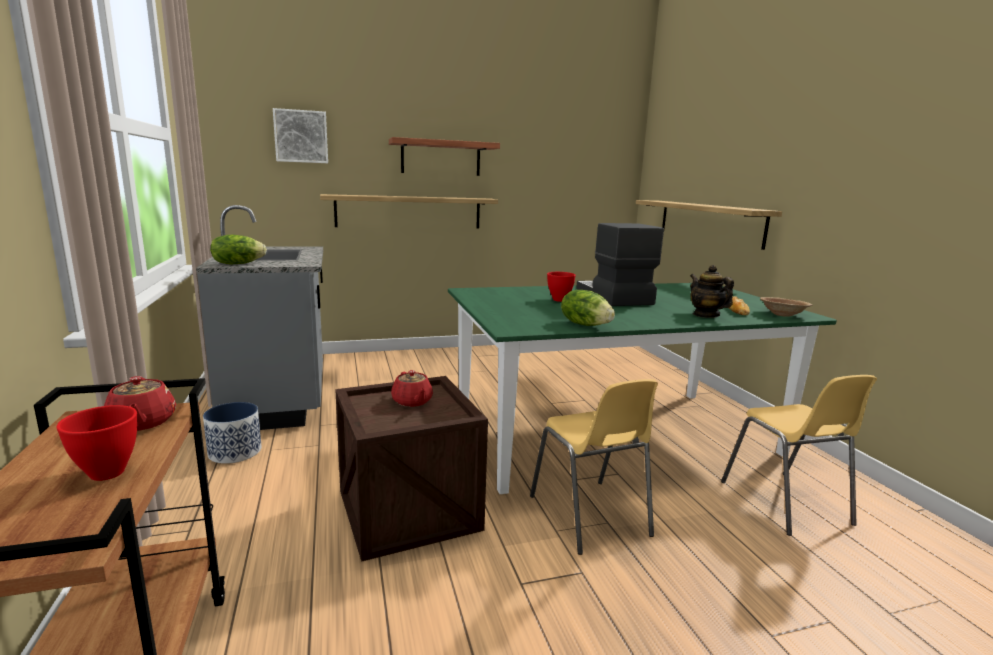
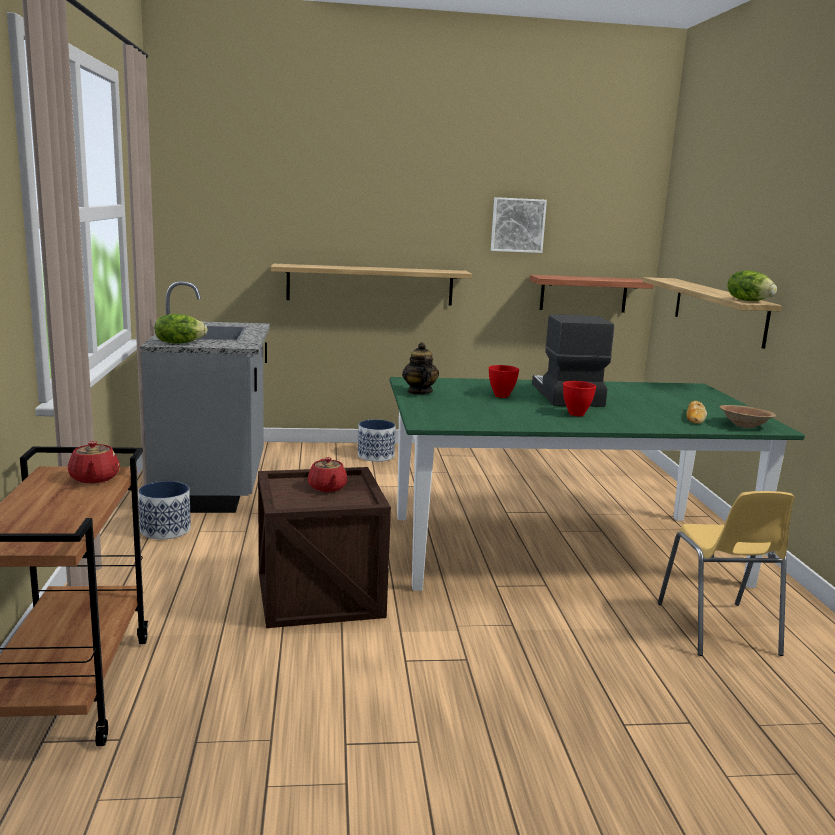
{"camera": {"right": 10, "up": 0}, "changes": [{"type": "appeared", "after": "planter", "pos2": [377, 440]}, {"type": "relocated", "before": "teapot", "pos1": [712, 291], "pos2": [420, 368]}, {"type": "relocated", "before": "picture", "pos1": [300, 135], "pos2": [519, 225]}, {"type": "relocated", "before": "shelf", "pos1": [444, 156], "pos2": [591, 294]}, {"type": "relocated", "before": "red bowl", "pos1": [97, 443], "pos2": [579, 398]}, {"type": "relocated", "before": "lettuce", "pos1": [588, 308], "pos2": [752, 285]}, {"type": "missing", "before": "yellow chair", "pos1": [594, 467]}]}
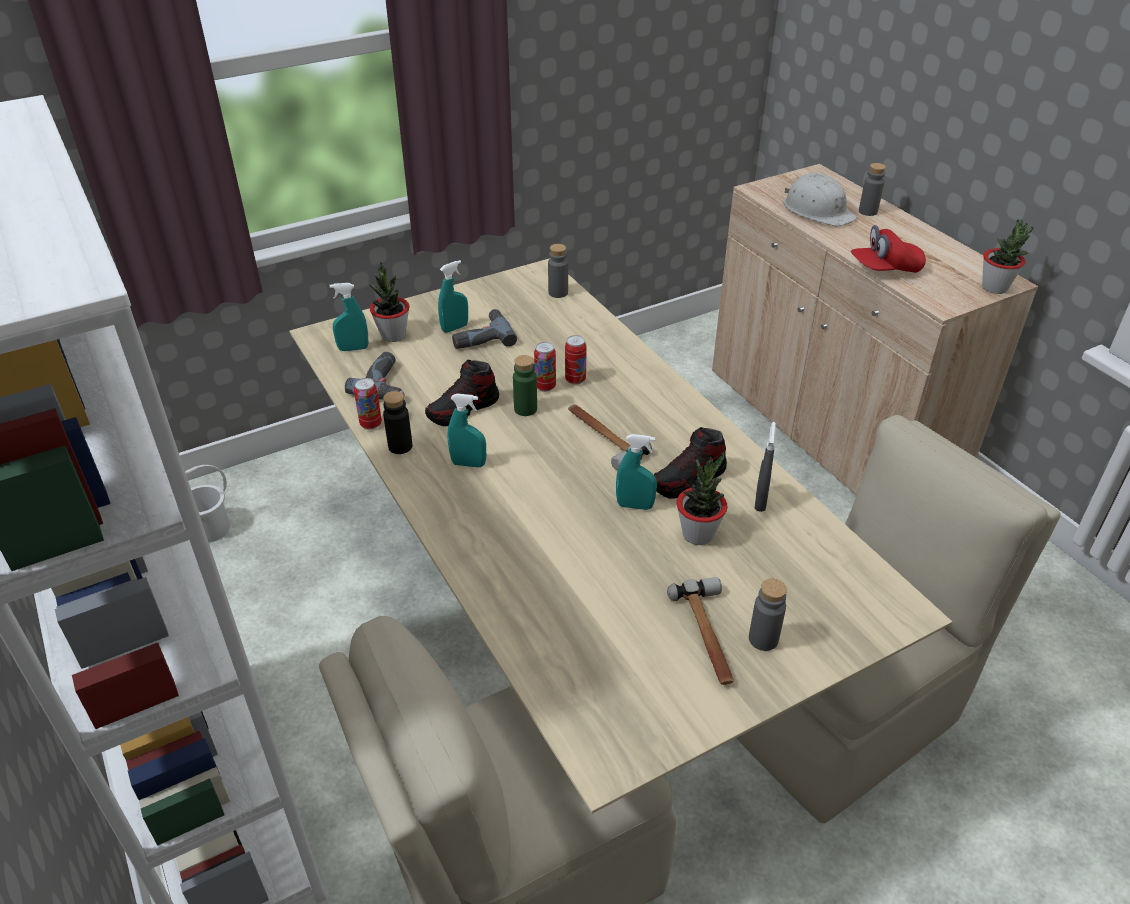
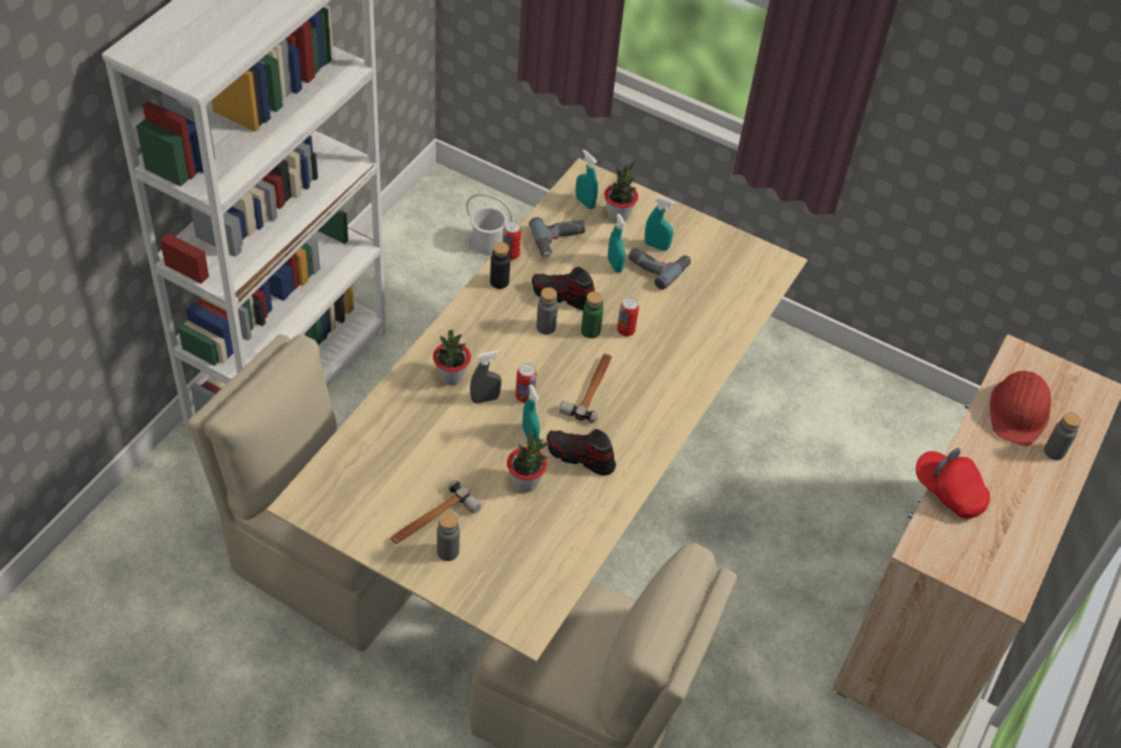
{"camera": {"right": 55, "up": 10}, "changes": [{"type": "relocated", "before": "potted plant", "pos1": [1007, 256], "pos2": [452, 358]}, {"type": "relocated", "before": "grey spray bottle", "pos1": [765, 467], "pos2": [486, 377]}, {"type": "relocated", "before": "can", "pos1": [576, 360], "pos2": [526, 383]}, {"type": "relocated", "before": "grey bottle", "pos1": [558, 271], "pos2": [547, 311]}, {"type": "relocated", "before": "turquoise spray bottle", "pos1": [466, 431], "pos2": [617, 243]}, {"type": "colour", "before": "white hard hat", "after": "red hard hat", "pos1": [820, 199], "pos2": [1020, 408]}]}
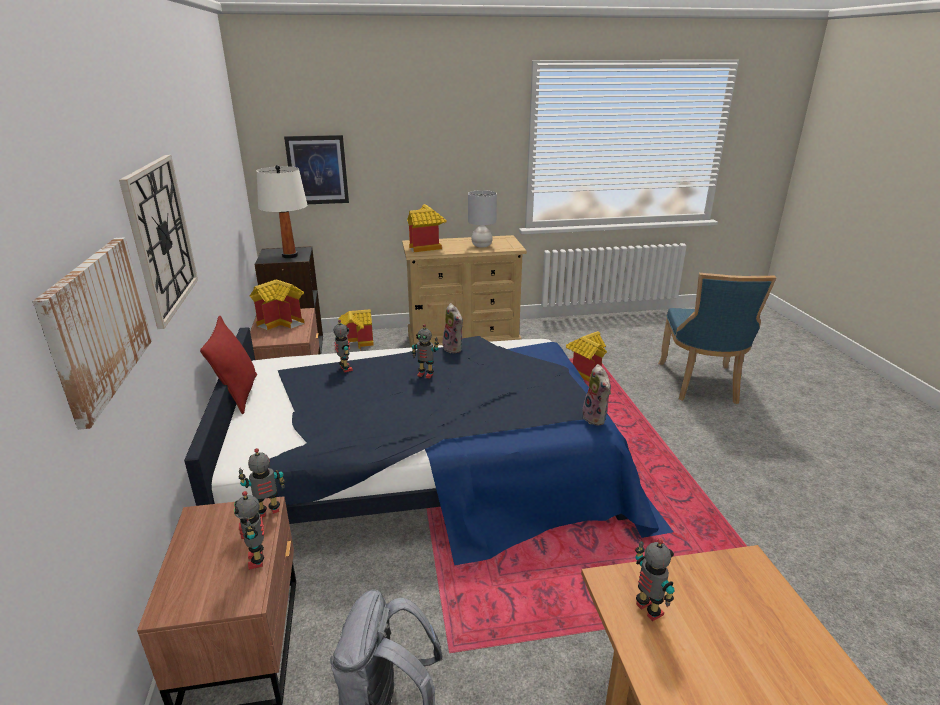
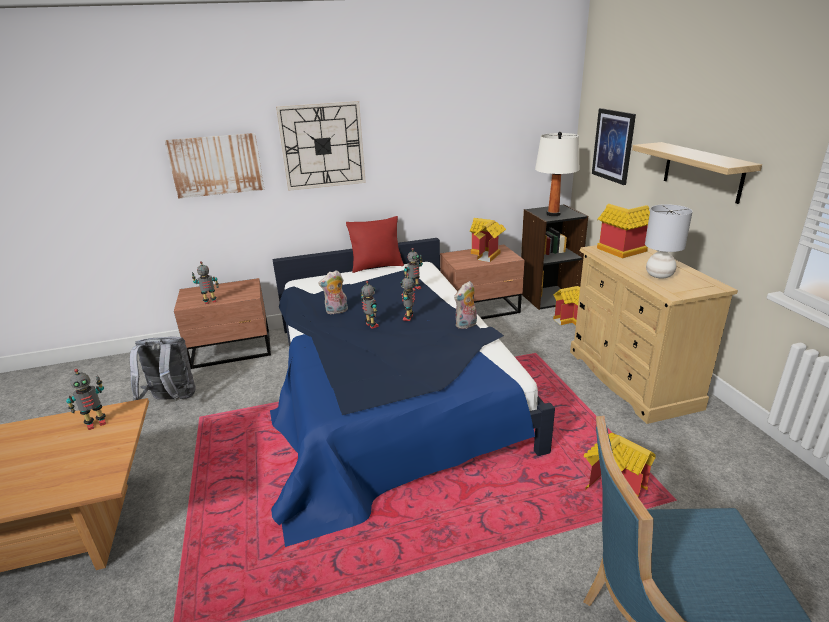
{"camera": {"right": 85, "up": 0}, "changes": [{"type": "relocated", "before": "plush toy", "pos1": [596, 394], "pos2": [333, 292]}, {"type": "relocated", "before": "toy robot", "pos1": [262, 482], "pos2": [369, 305]}, {"type": "appeared", "after": "shelf", "pos2": [697, 173]}]}
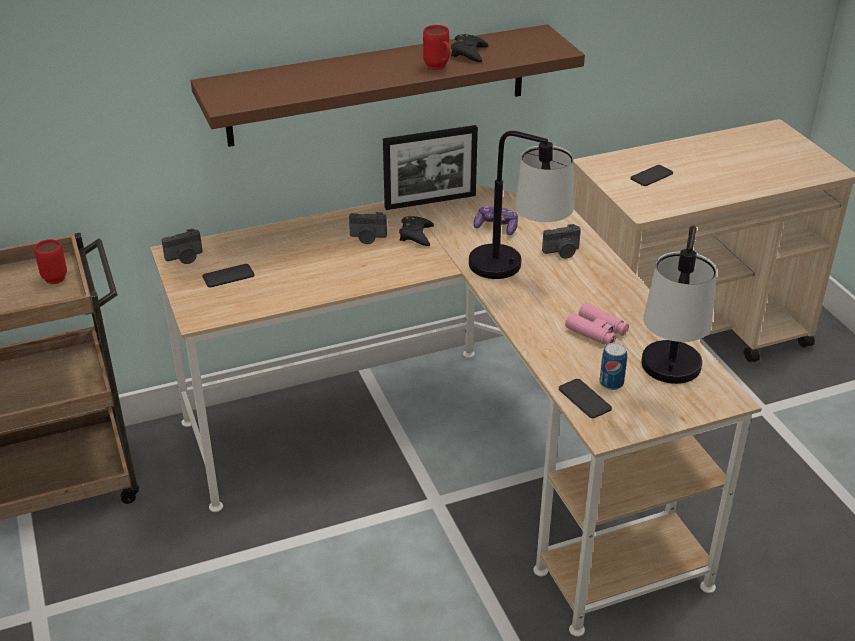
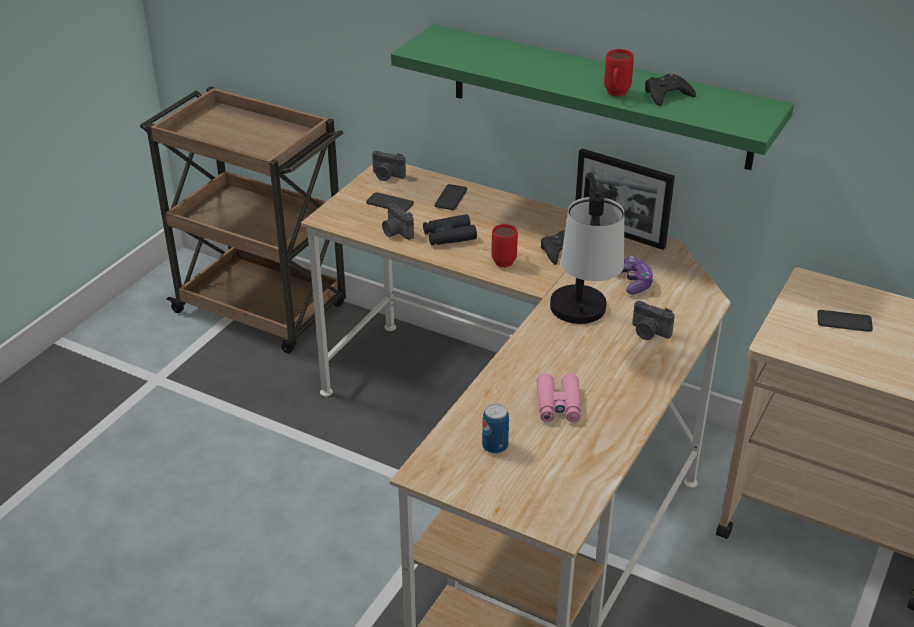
{"camera": {"right": 50, "up": 0}, "changes": [{"type": "relocated", "before": "photo camera", "pos1": [368, 228], "pos2": [398, 221]}, {"type": "colour", "before": "brown shelf", "after": "green shelf", "pos1": [388, 85], "pos2": [592, 97]}, {"type": "appeared", "after": "black binoculars", "pos2": [450, 229]}, {"type": "relocated", "before": "phone", "pos1": [585, 398], "pos2": [451, 197]}, {"type": "relocated", "before": "red mug", "pos1": [50, 261], "pos2": [504, 245]}, {"type": "missing", "before": "table lamp", "pos1": [679, 305]}]}
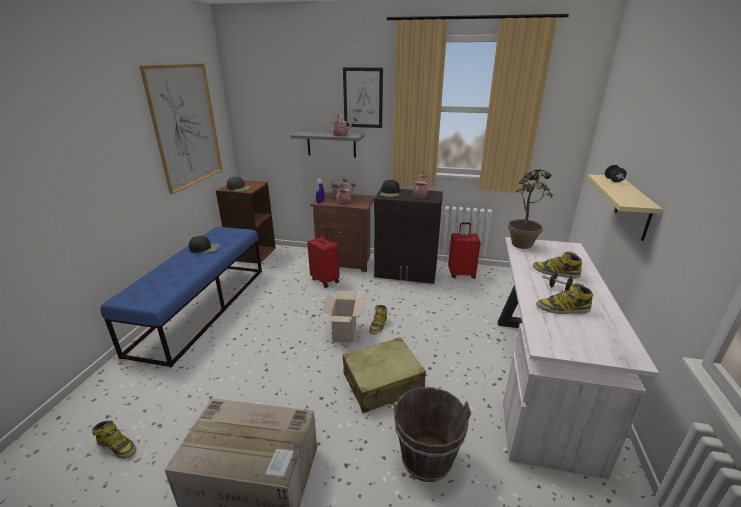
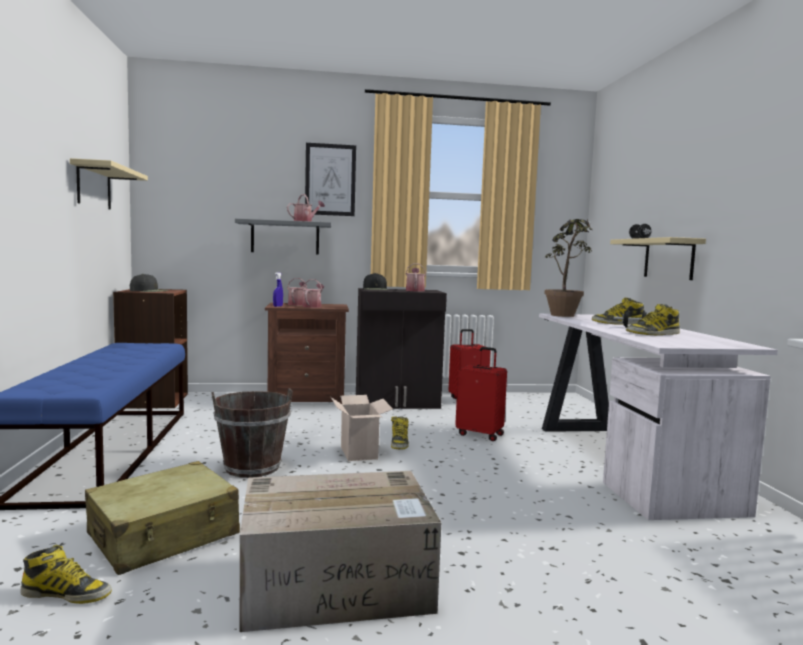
{"camera": {"right": -20, "up": -20}, "changes": [{"type": "exchanged", "before": "picture", "after": "beige shelf", "pos1": [181, 128], "pos2": [109, 184]}, {"type": "relocated", "before": "beige suitcase", "pos1": [384, 375], "pos2": [162, 518]}, {"type": "relocated", "before": "brown bucket", "pos1": [432, 434], "pos2": [252, 433]}, {"type": "relocated", "before": "red suitcase", "pos1": [323, 257], "pos2": [481, 394]}, {"type": "missing", "before": "black cap", "pos1": [204, 244]}]}
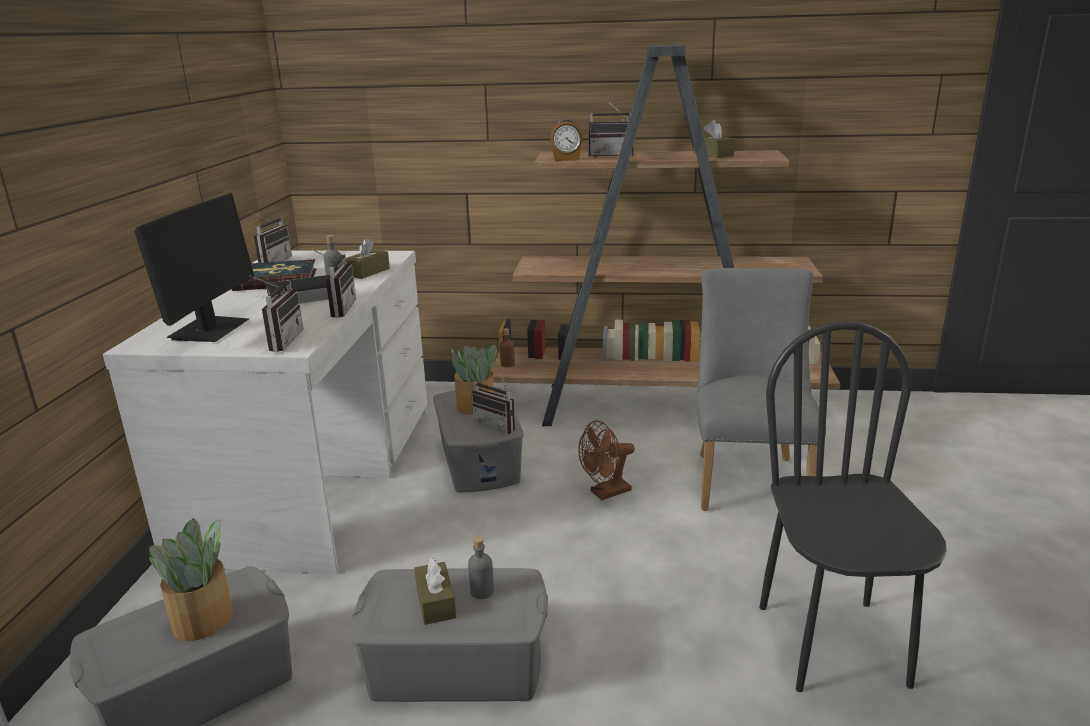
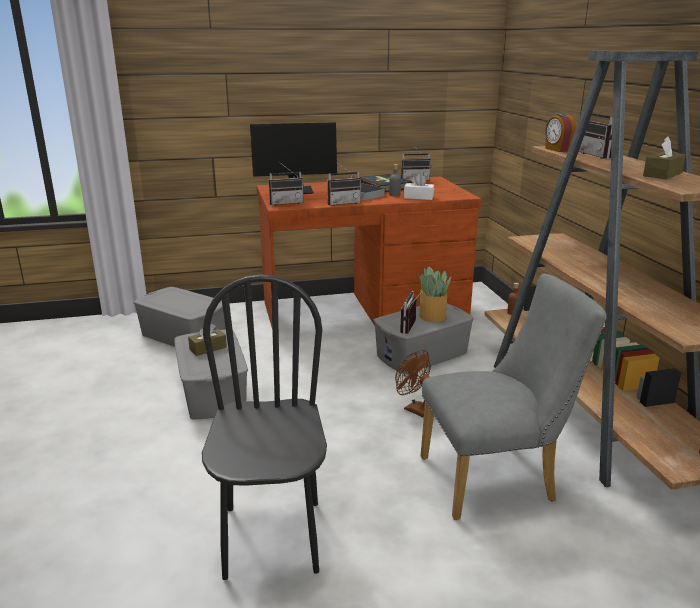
{"camera": {"right": 70, "up": 0}, "changes": [{"type": "spun", "before": "black chair", "pos1": [853, 506], "pos2": [264, 427], "turn": -75}, {"type": "colour", "before": "white desk", "after": "brown desk", "pos1": [265, 412], "pos2": [368, 252]}, {"type": "colour", "before": "brown tissue box", "after": "white tissue box", "pos1": [368, 258], "pos2": [419, 187]}, {"type": "missing", "before": "potted plant", "pos1": [191, 579]}, {"type": "missing", "before": "grey bottle", "pos1": [481, 567]}]}
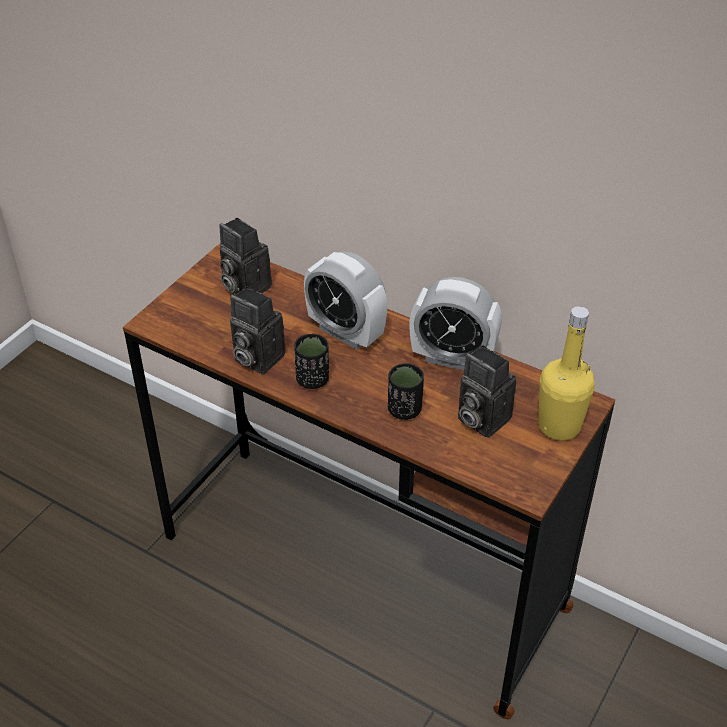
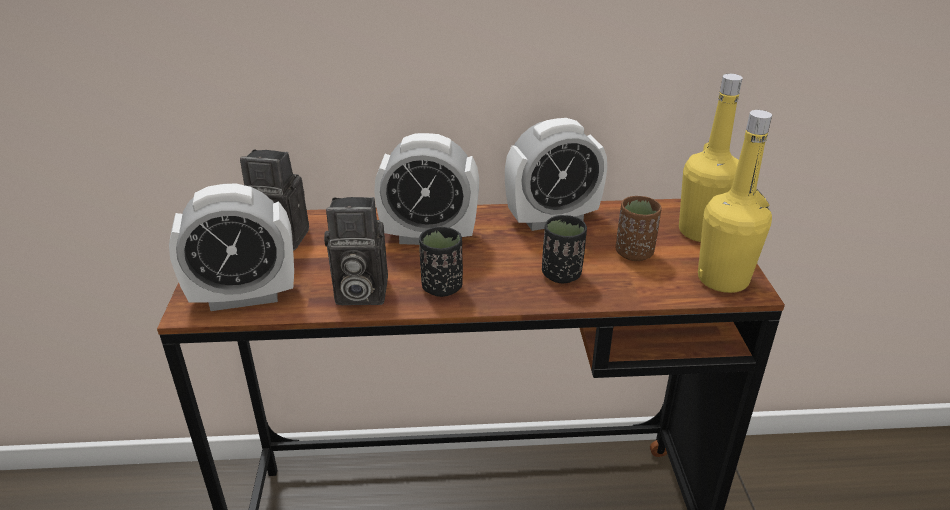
{"camera": {"right": -35, "up": -10}, "changes": [{"type": "appeared", "after": "alarm clock", "pos2": [231, 247]}, {"type": "exchanged", "before": "photo camera", "after": "brown cup", "pos1": [487, 391], "pos2": [639, 228]}, {"type": "appeared", "after": "yellow bottle", "pos2": [735, 201]}]}
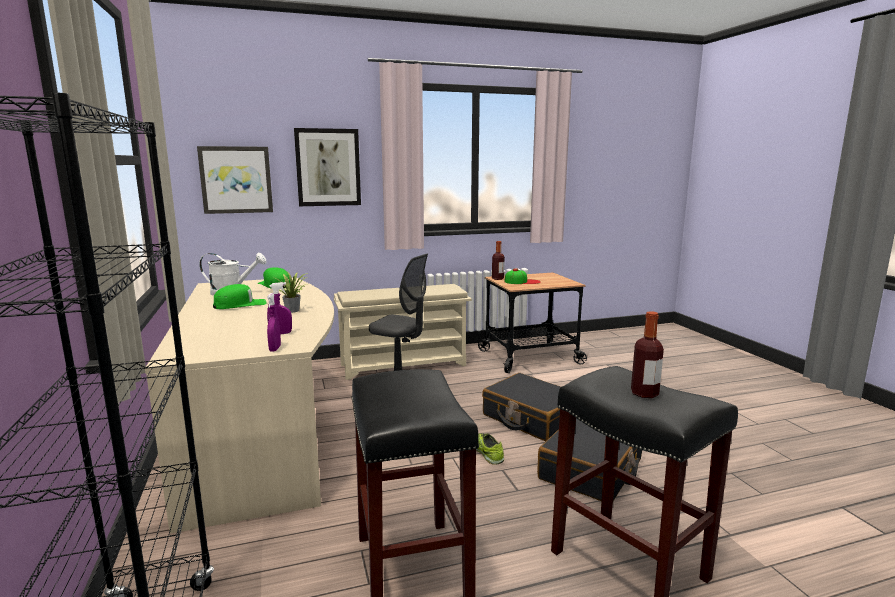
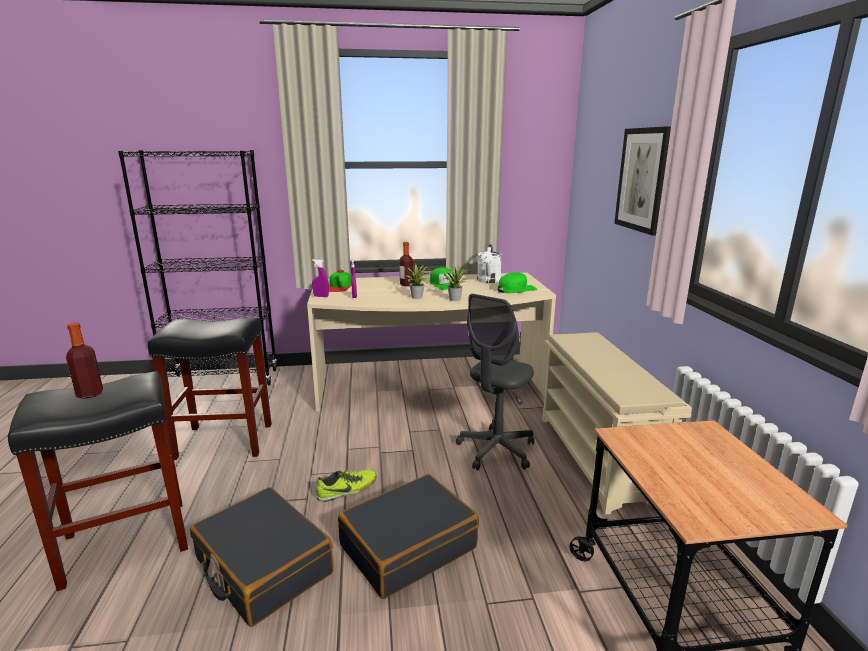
{"camera": {"right": 100, "up": 5}, "changes": [{"type": "relocated", "before": "cap", "pos1": [523, 276], "pos2": [340, 281]}, {"type": "relocated", "before": "bottle", "pos1": [498, 260], "pos2": [406, 264]}, {"type": "appeared", "after": "potted plant", "pos2": [456, 283]}, {"type": "missing", "before": "picture", "pos1": [235, 180]}]}
